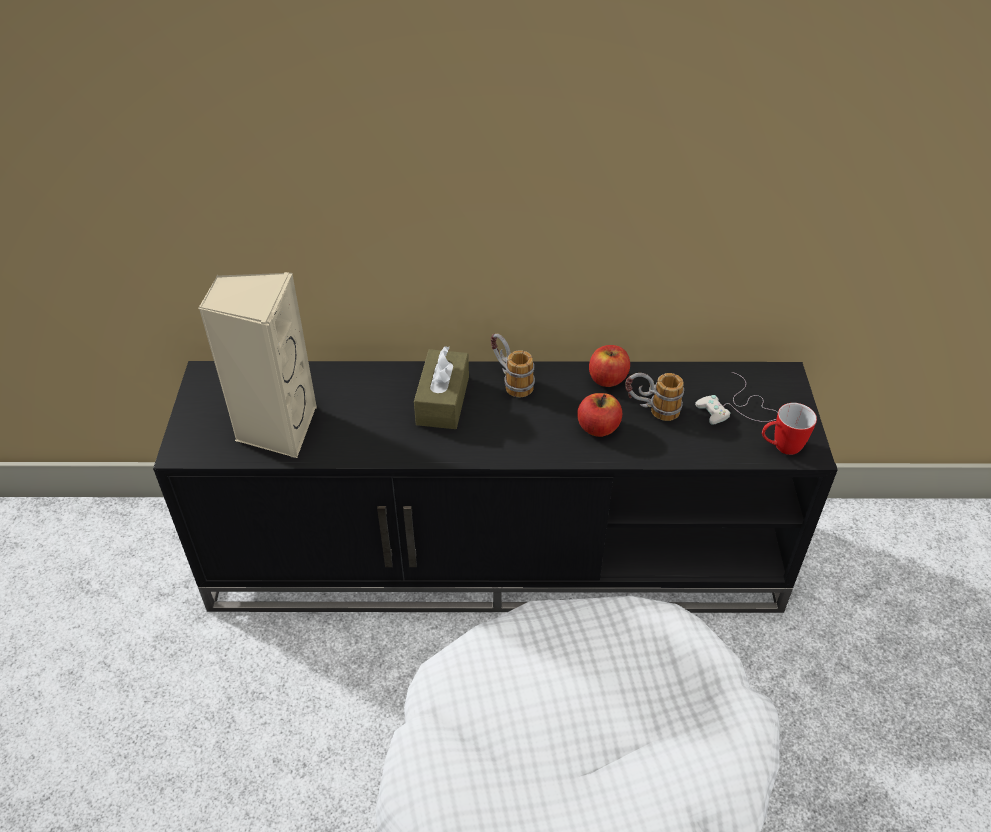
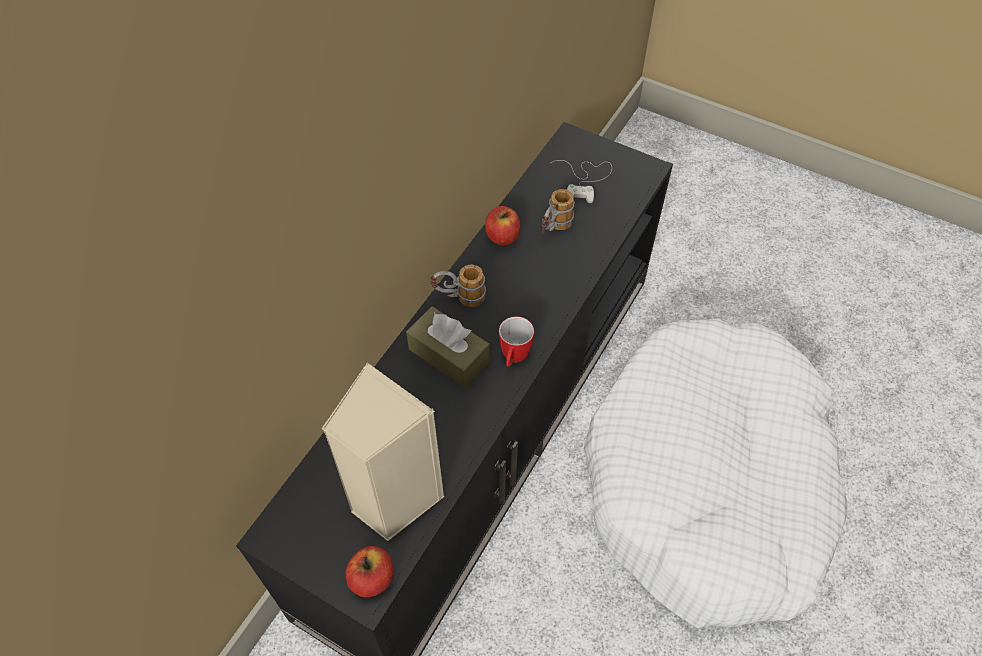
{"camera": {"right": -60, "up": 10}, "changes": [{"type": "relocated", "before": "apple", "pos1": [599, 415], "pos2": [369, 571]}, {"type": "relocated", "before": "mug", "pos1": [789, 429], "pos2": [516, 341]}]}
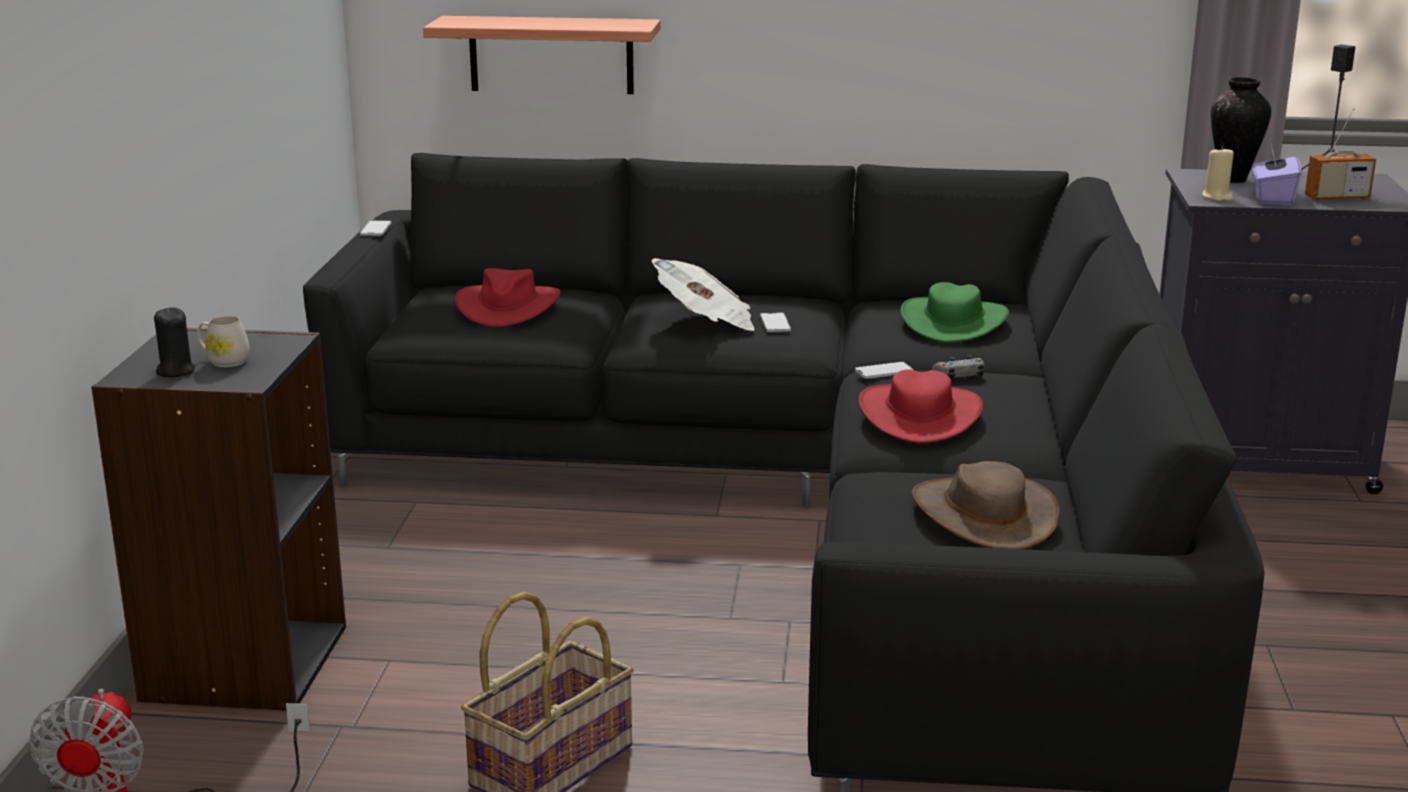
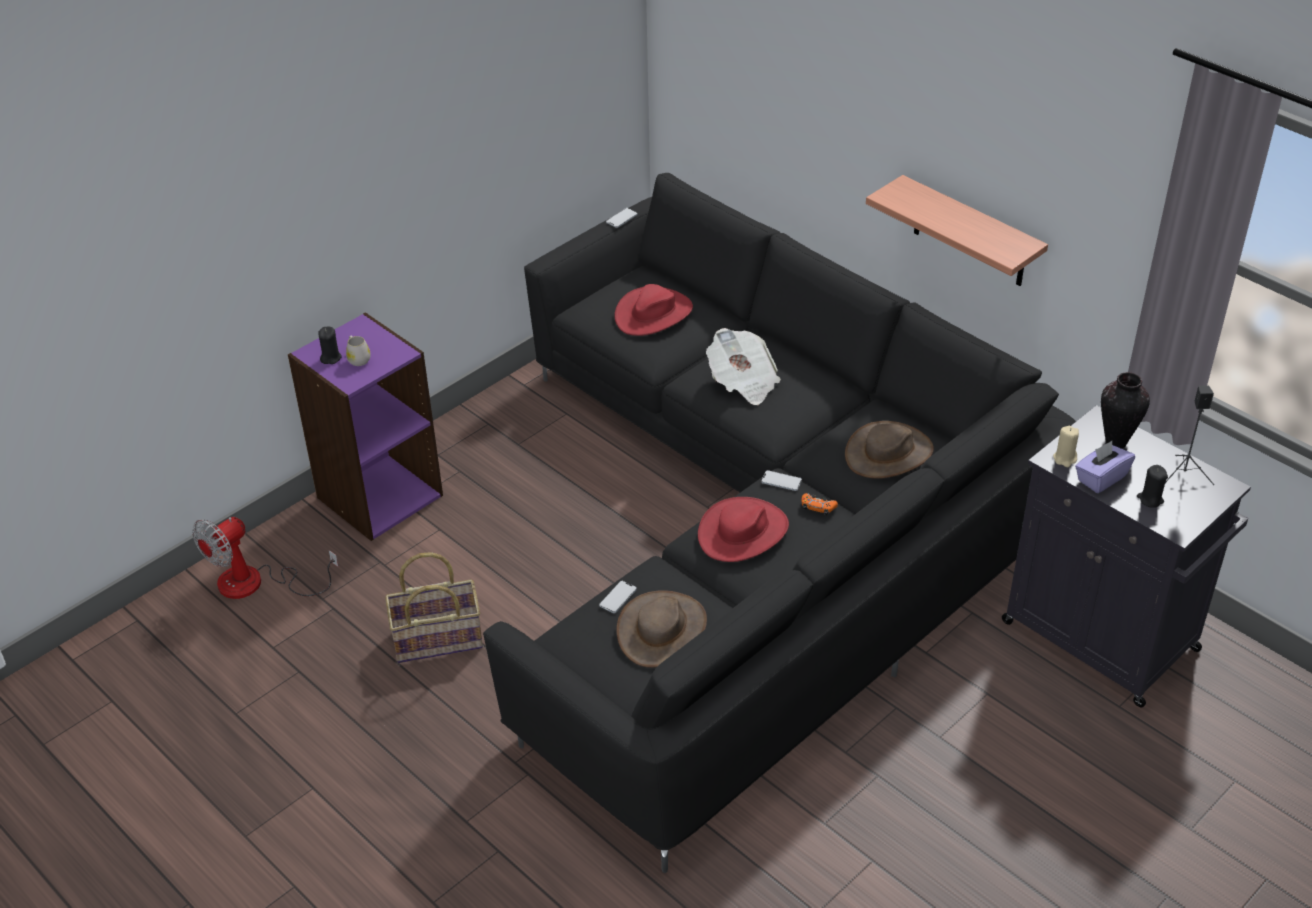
{"camera": {"right": 40, "up": 20}, "changes": [{"type": "colour", "before": "black bookcase", "after": "purple bookcase", "pos1": [218, 519], "pos2": [365, 426]}, {"type": "relocated", "before": "phone", "pos1": [775, 322], "pos2": [618, 597]}, {"type": "colour", "before": "grey game controller", "after": "orange game controller", "pos1": [958, 367], "pos2": [819, 504]}, {"type": "colour", "before": "green hat", "after": "brown hat", "pos1": [955, 312], "pos2": [889, 450]}, {"type": "relocated", "before": "shelf", "pos1": [542, 55], "pos2": [957, 230]}, {"type": "exchanged", "before": "radio", "after": "black candle", "pos1": [1340, 154], "pos2": [1152, 486]}]}
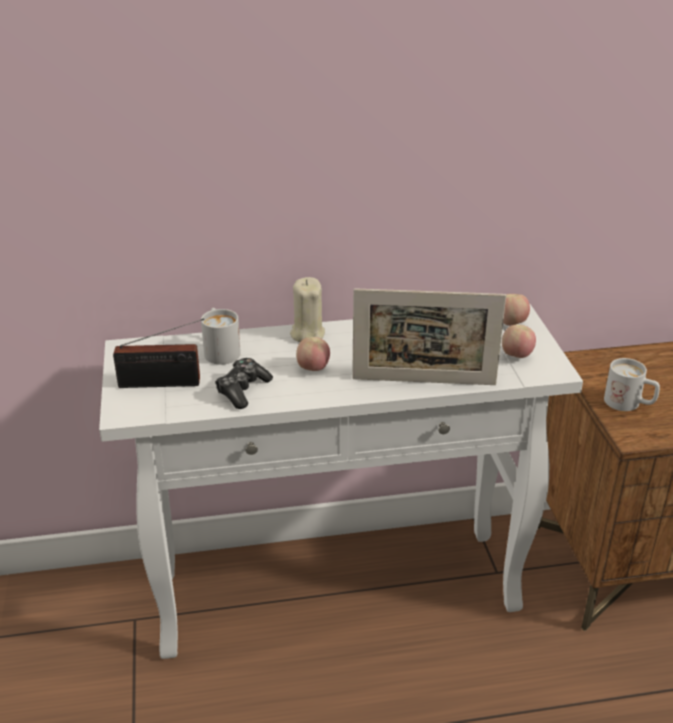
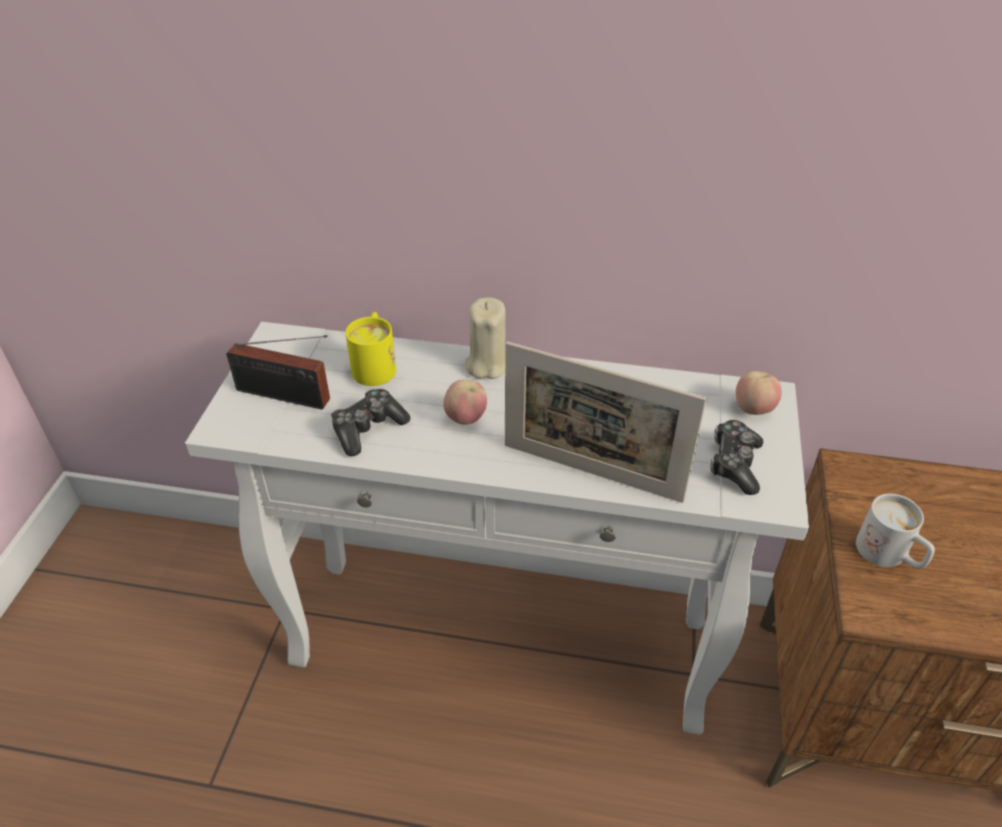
{"camera": {"right": 20, "up": 10}, "changes": [{"type": "colour", "before": "white mug", "after": "yellow mug", "pos1": [221, 336], "pos2": [370, 349]}, {"type": "exchanged", "before": "apple", "after": "game controller", "pos1": [519, 341], "pos2": [736, 457]}]}
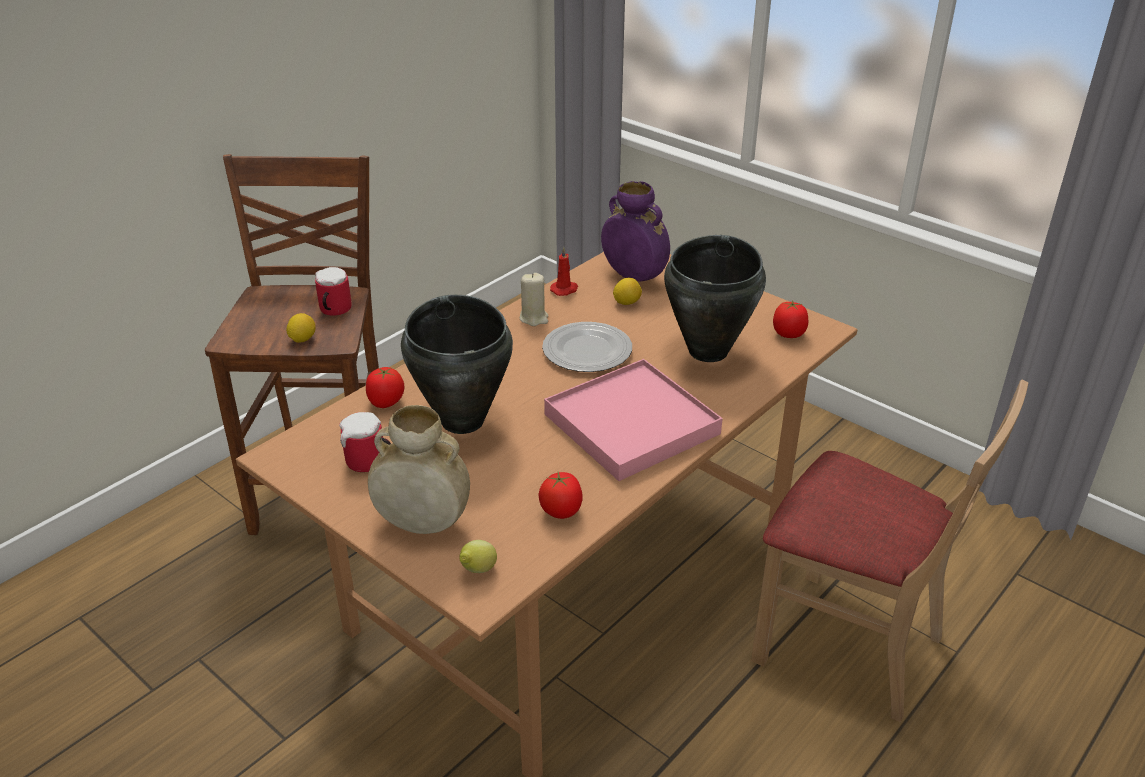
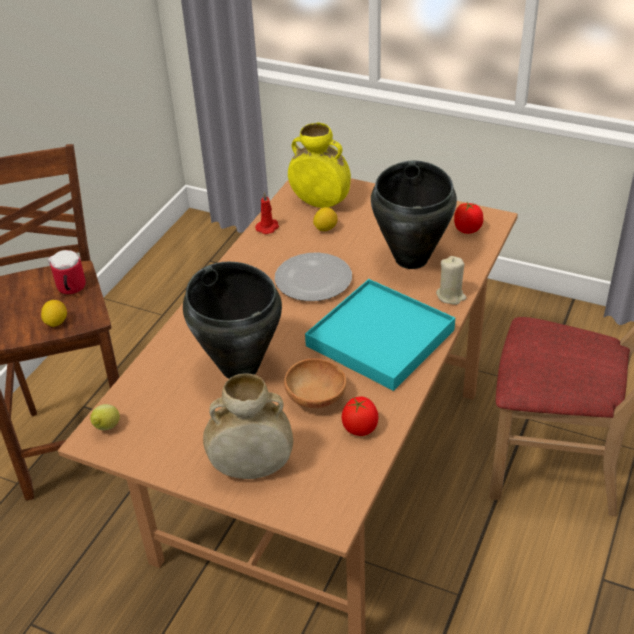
{"camera": {"right": -15, "up": 5}, "changes": [{"type": "relocated", "before": "lemon", "pos1": [478, 556], "pos2": [105, 417]}, {"type": "appeared", "after": "brown bowl", "pos2": [315, 383]}, {"type": "colour", "before": "purple vase", "after": "yellow vase", "pos1": [635, 231], "pos2": [319, 165]}, {"type": "colour", "before": "pink tray", "after": "turquoise tray", "pos1": [633, 420], "pos2": [380, 335]}, {"type": "relocated", "before": "beige candle", "pos1": [534, 299], "pos2": [451, 280]}, {"type": "missing", "before": "mug", "pos1": [365, 442]}, {"type": "missing", "before": "tomato", "pos1": [385, 387]}]}
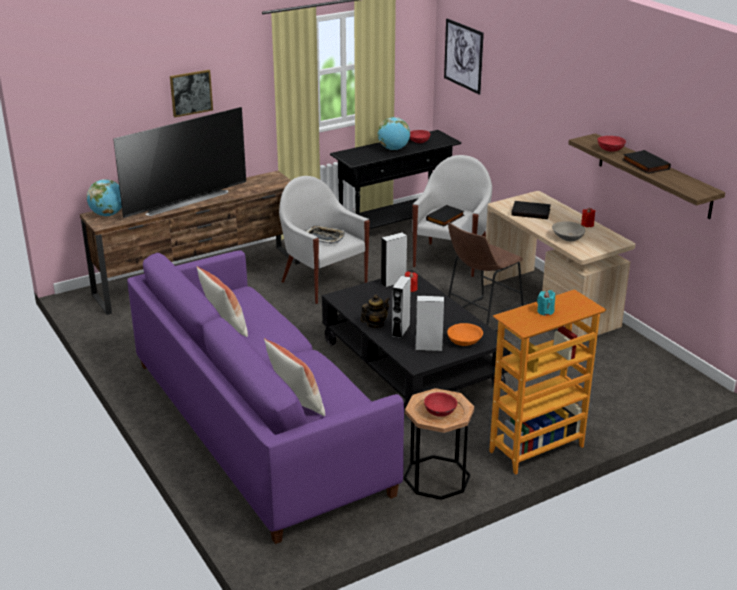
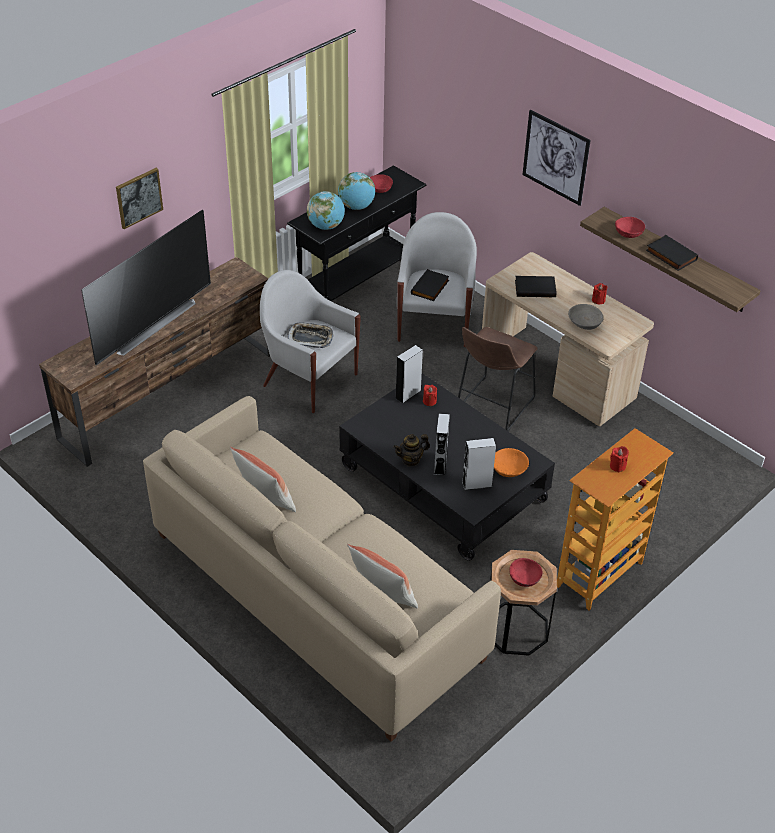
{"camera": {"right": -15, "up": 15}, "changes": [{"type": "colour", "before": "purple sofa", "after": "beige sofa", "pos1": [265, 397], "pos2": [322, 569]}, {"type": "relocated", "before": "globe", "pos1": [104, 197], "pos2": [326, 210]}, {"type": "spun", "before": "teapot", "pos1": [375, 311], "pos2": [411, 450], "turn": -150}, {"type": "relocated", "before": "picture", "pos1": [464, 56], "pos2": [556, 158]}, {"type": "colour", "before": "turquoise candle", "after": "red candle", "pos1": [546, 303], "pos2": [619, 459]}]}
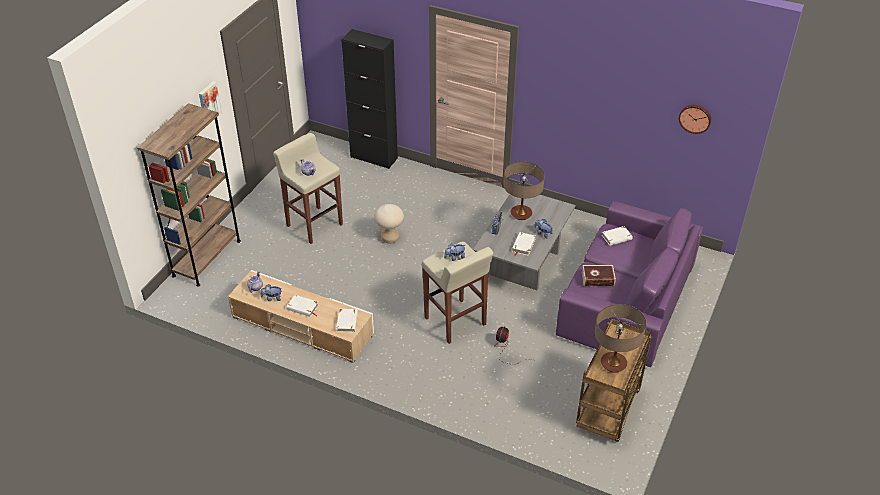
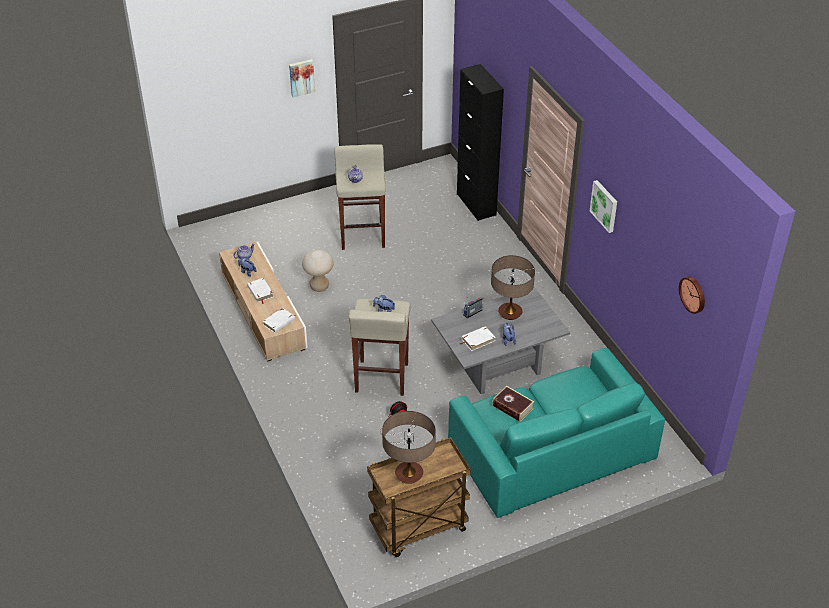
{"camera": {"right": 40, "up": 0}, "changes": [{"type": "relocated", "before": "beige stool", "pos1": [389, 224], "pos2": [318, 271]}, {"type": "colour", "before": "purple sofa", "after": "turquoise sofa", "pos1": [629, 284], "pos2": [556, 433]}, {"type": "appeared", "after": "picture", "pos2": [603, 206]}, {"type": "missing", "before": "brown bookcase", "pos1": [189, 195]}, {"type": "missing", "before": "white book", "pos1": [618, 236]}]}
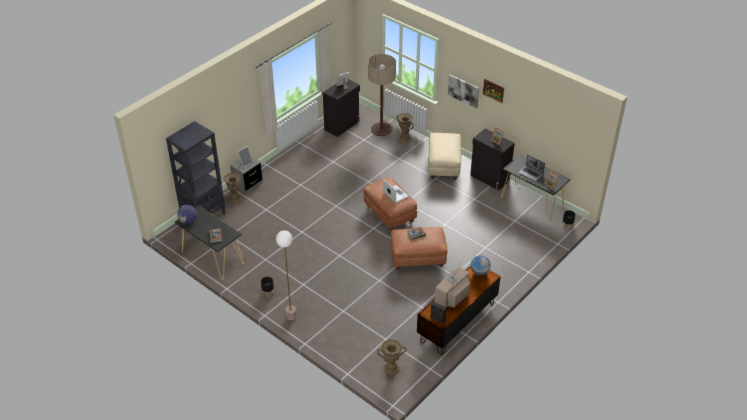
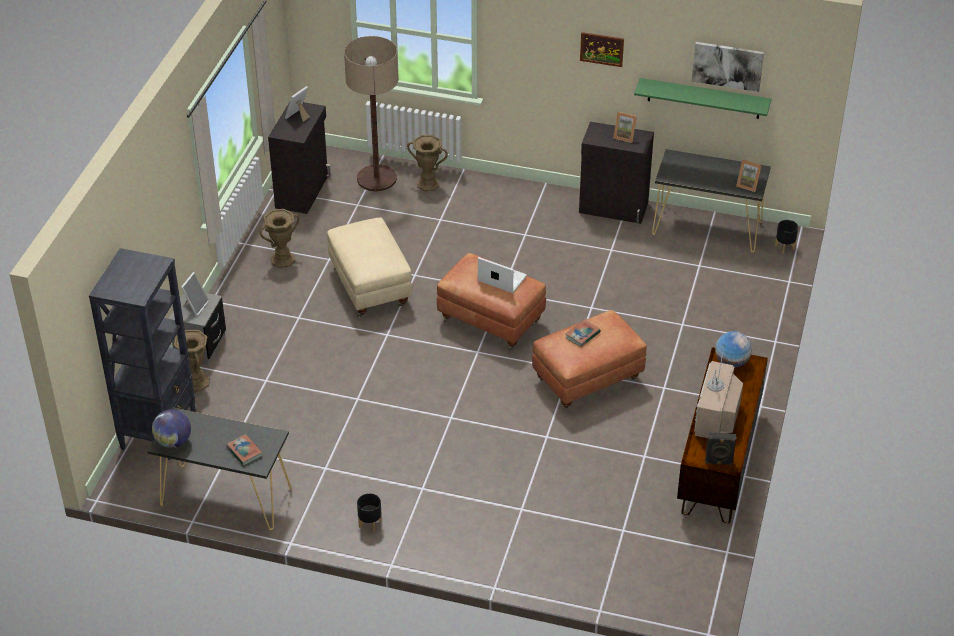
{"camera": {"right": -25, "up": 0}, "changes": [{"type": "relocated", "before": "brown vase", "pos1": [391, 357], "pos2": [279, 238]}, {"type": "relocated", "before": "beige ottoman", "pos1": [444, 157], "pos2": [369, 267]}, {"type": "appeared", "after": "green shelf", "pos2": [702, 98]}, {"type": "relocated", "before": "picture", "pos1": [463, 91], "pos2": [728, 67]}, {"type": "missing", "before": "floor lamp", "pos1": [286, 275]}, {"type": "missing", "before": "laptop", "pos1": [531, 168]}]}
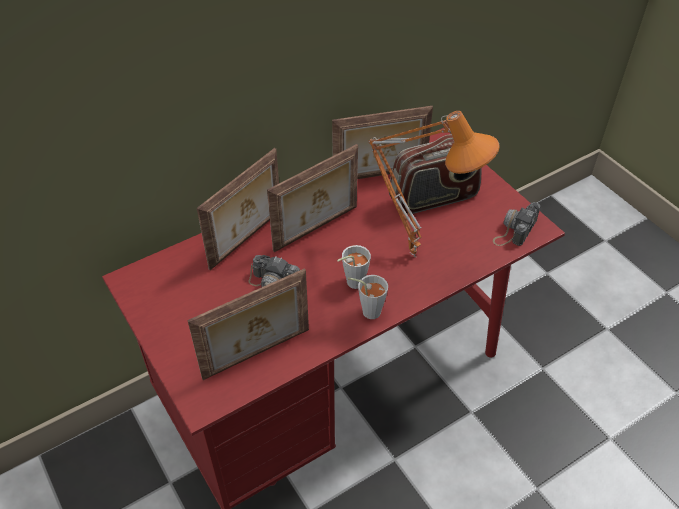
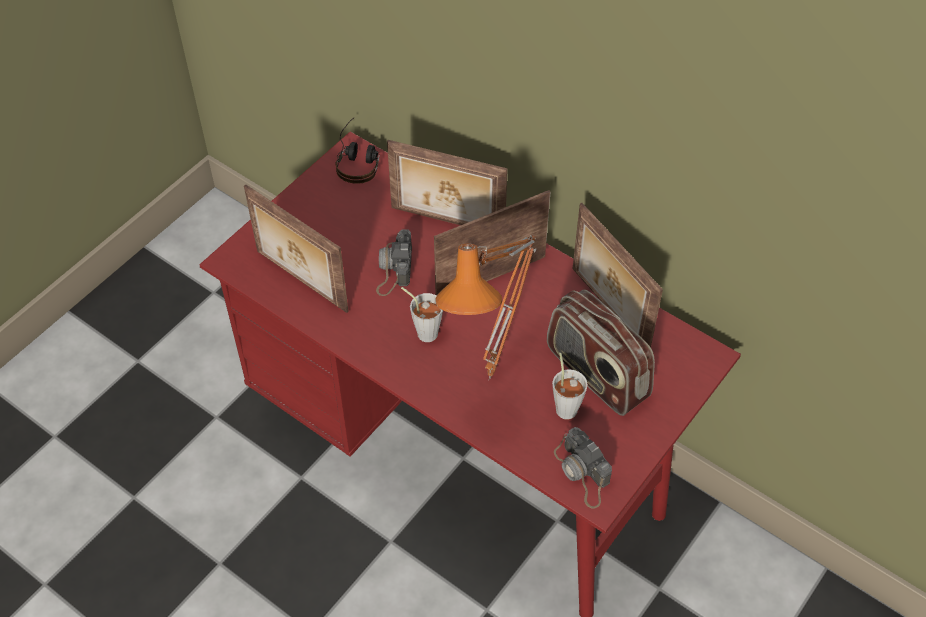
{"camera": {"right": 70, "up": 5}, "changes": [{"type": "appeared", "after": "headphones", "pos2": [358, 151]}, {"type": "spun", "before": "picture frame", "pos1": [312, 198], "pos2": [492, 243], "turn": 120}, {"type": "relocated", "before": "grey cup", "pos1": [368, 297], "pos2": [570, 386]}, {"type": "spun", "before": "photo camera", "pos1": [516, 224], "pos2": [583, 468], "turn": -135}]}
